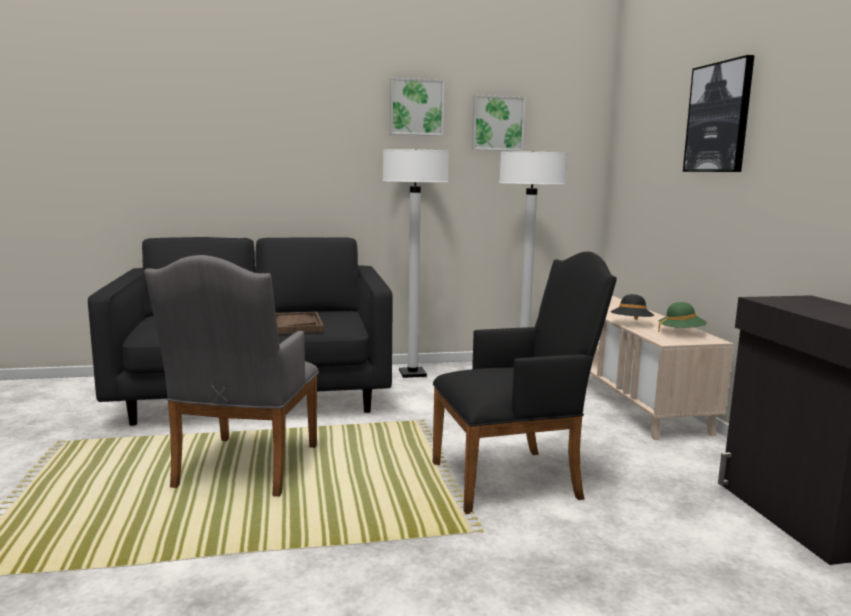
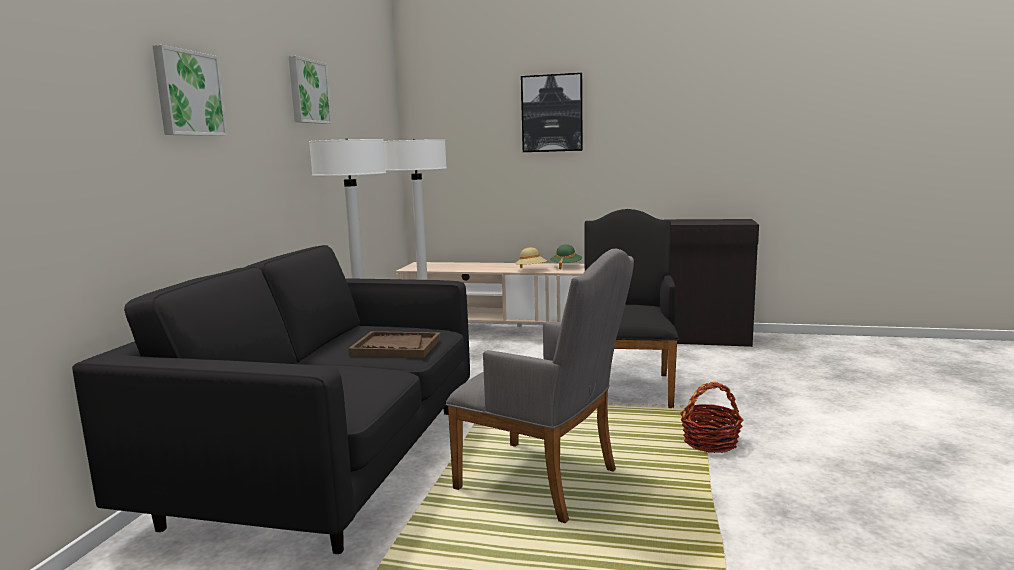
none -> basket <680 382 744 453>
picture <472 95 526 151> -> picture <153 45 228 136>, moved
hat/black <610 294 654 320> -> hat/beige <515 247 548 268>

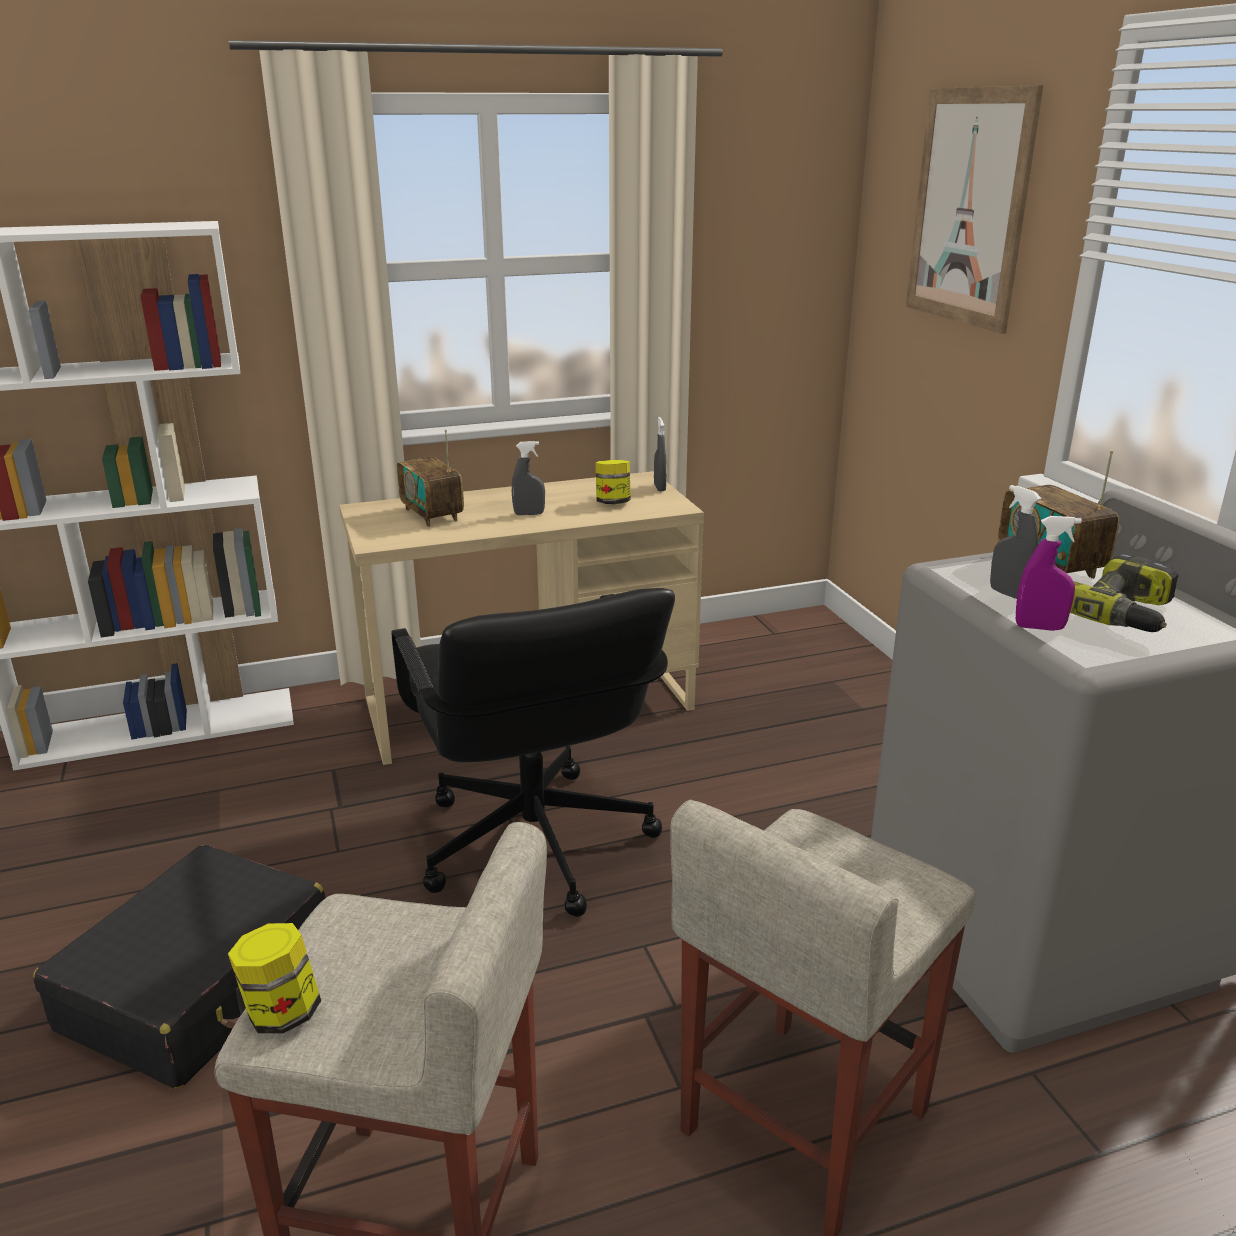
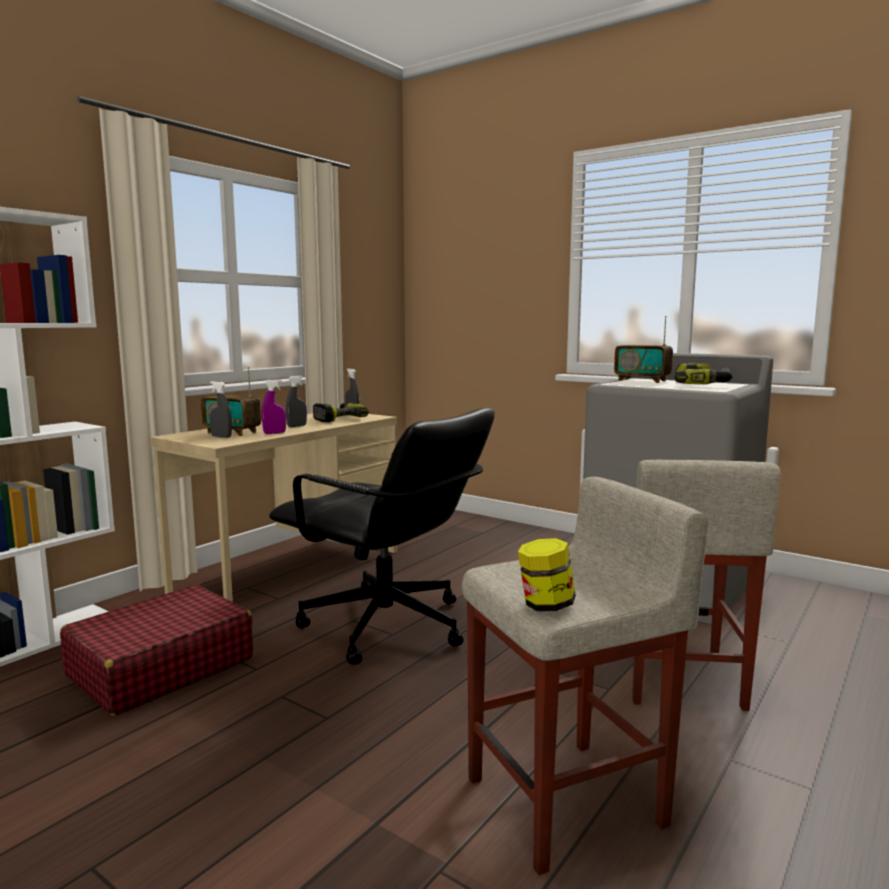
suitcase/black <33 845 326 1089> -> none
picture <906 85 1043 334> -> none
none -> suitcase/red <60 585 253 716>
spray bottle/grey <990 485 1042 599> -> spray bottle/grey <209 381 232 438>, moved
spray bottle/purple <1016 516 1082 631> -> spray bottle/purple <262 379 286 434>, moved
jar <595 460 631 504> -> power drill <313 403 369 422>

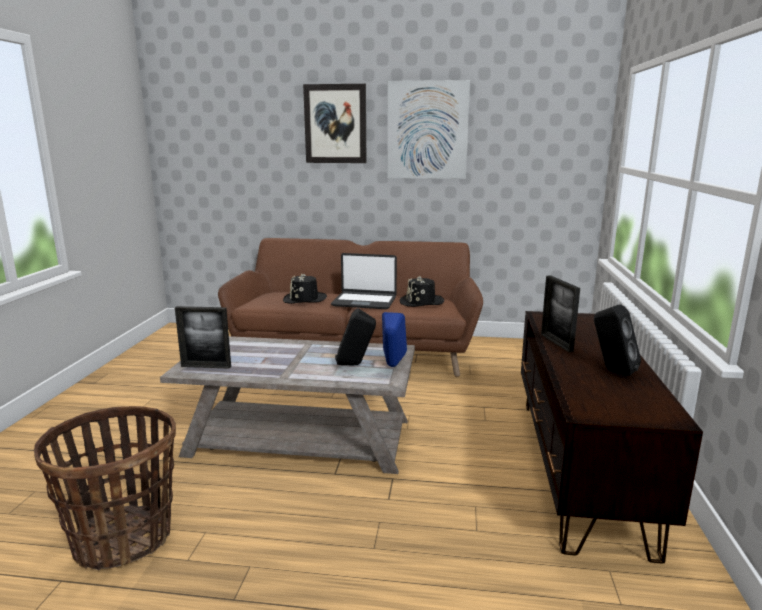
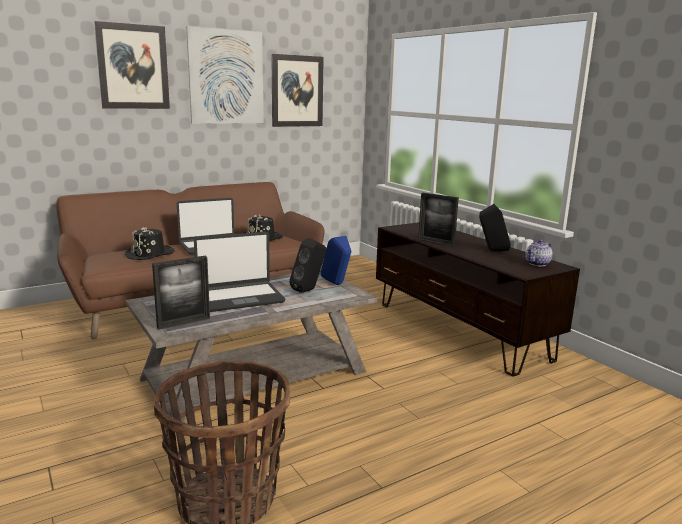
none -> laptop <194 232 285 312>
none -> picture <271 54 324 127>
none -> teapot <525 239 553 266>

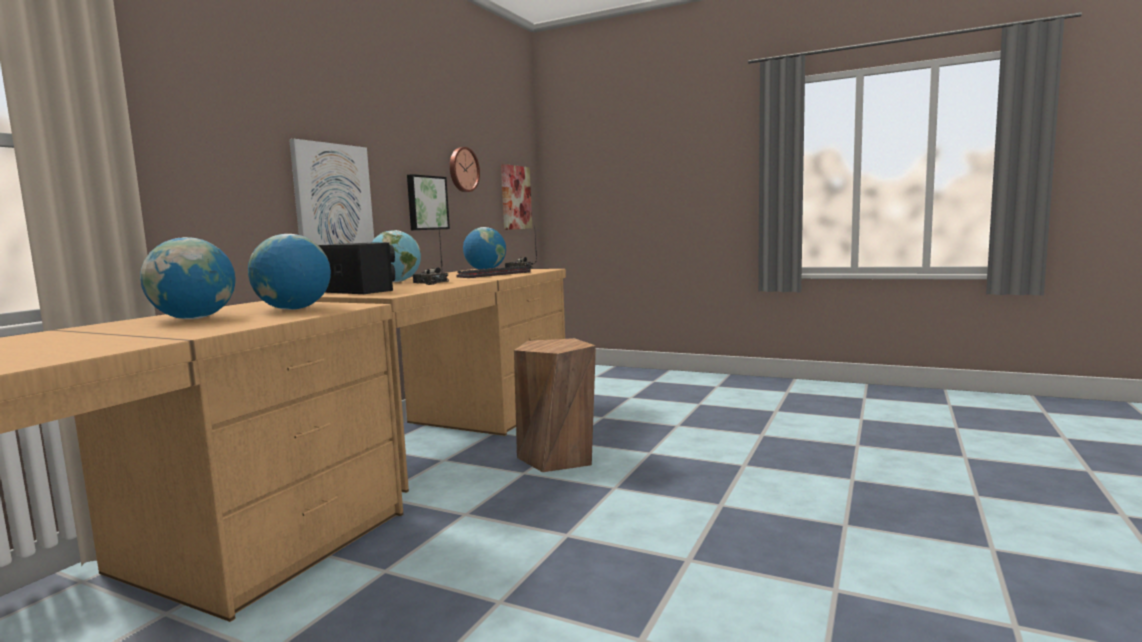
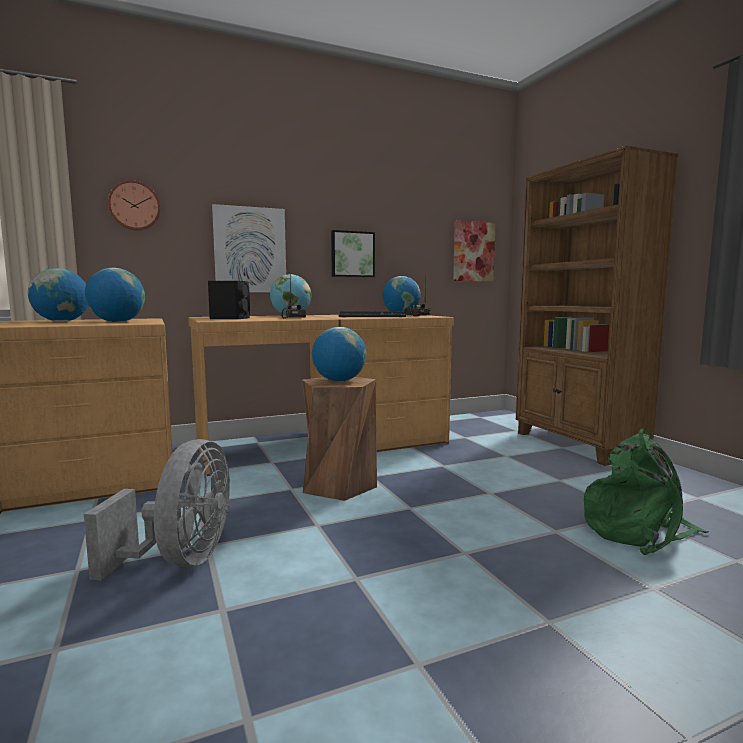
none -> fan/grey <84 439 230 580>
none -> globe <312 327 367 381>
none -> bookcase/brown <516 146 678 466>
none -> backpack/green <584 428 708 555>
wall clock <450 147 480 192> -> wall clock <108 180 160 231>, moved

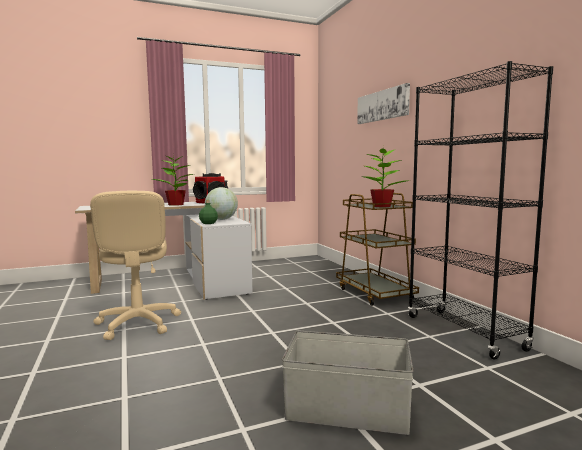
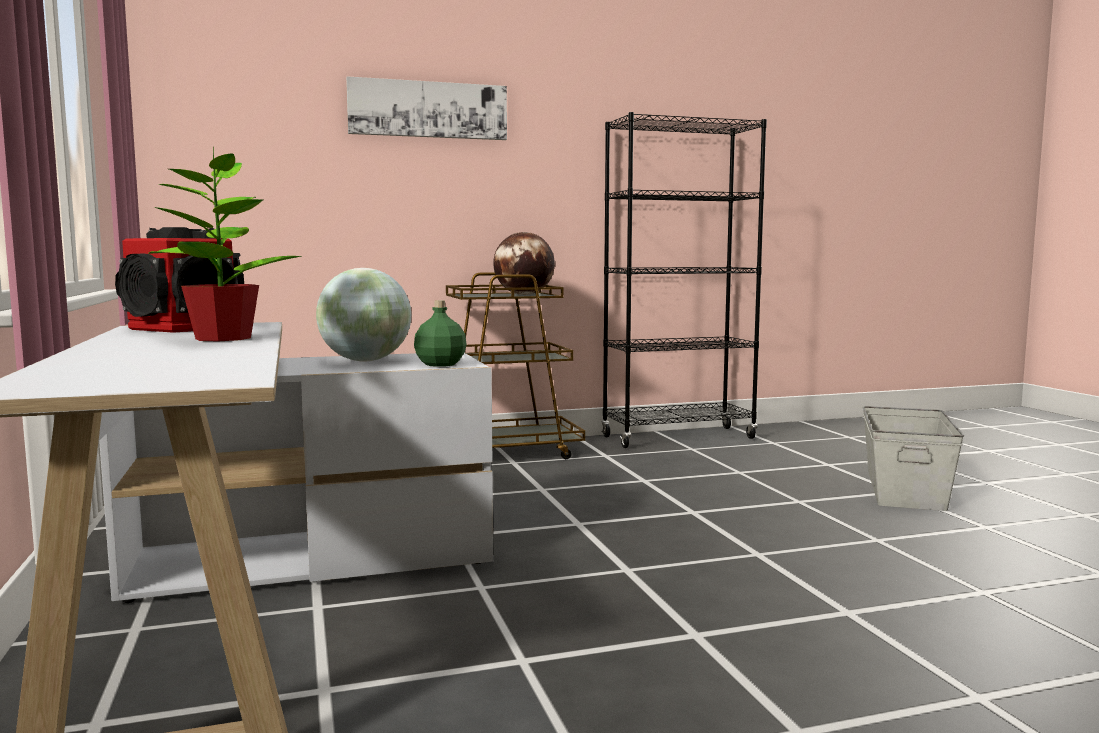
office chair/beige <90 191 181 340> -> none
potted plant <361 148 410 207> -> globe <493 232 555 295>

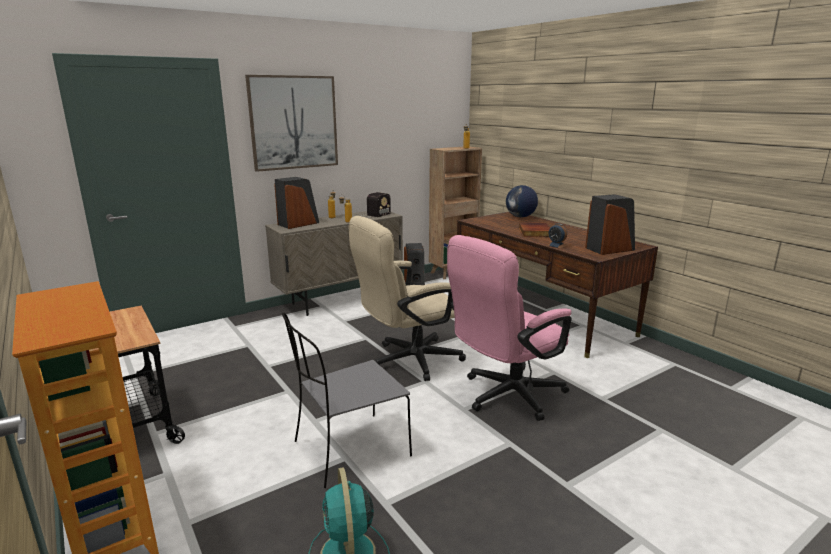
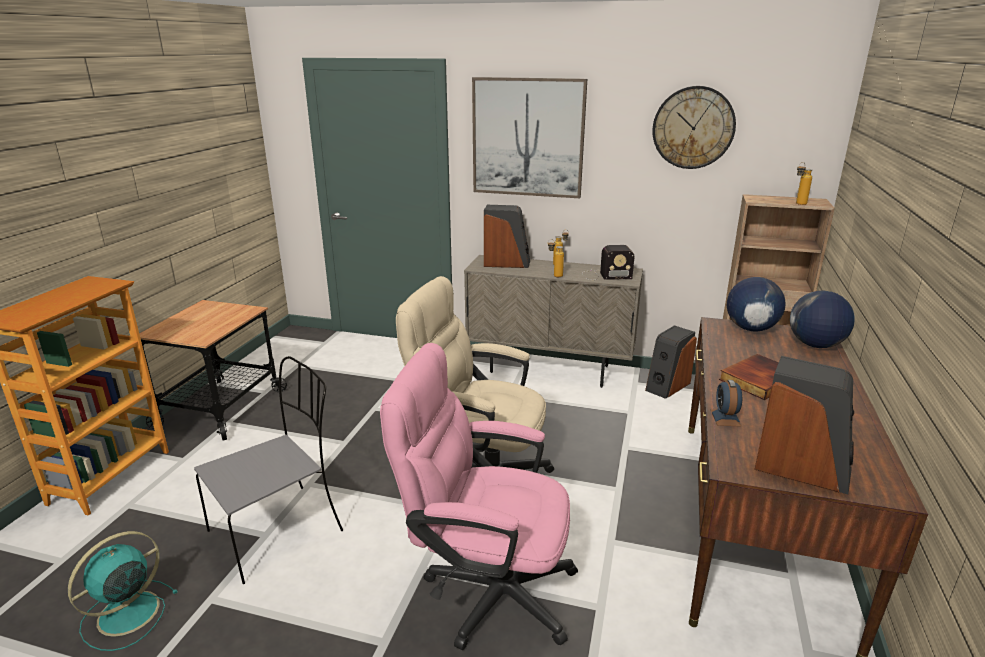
none -> wall clock <652 86 736 169>
none -> globe <727 277 786 331>
chair/grey <282 312 412 488> -> chair/grey <194 356 343 584>, 120 degrees clockwise

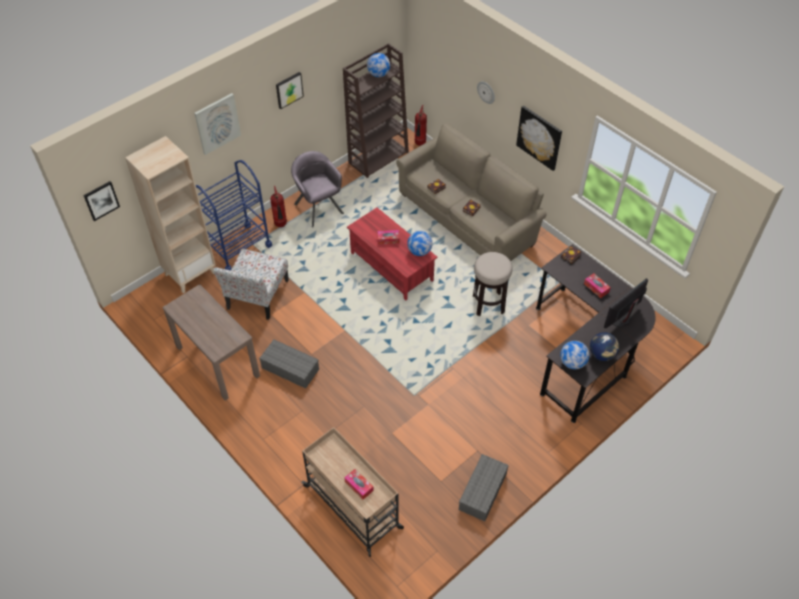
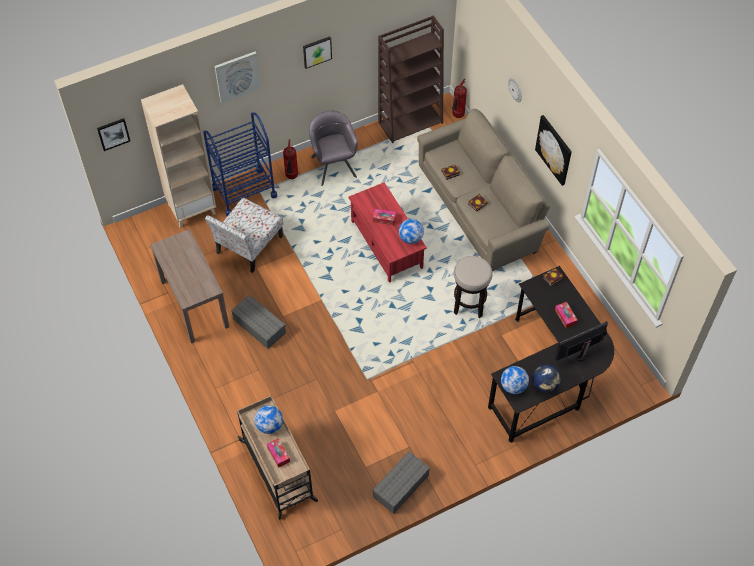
globe <367 53 390 77> -> globe <255 405 283 434>, moved

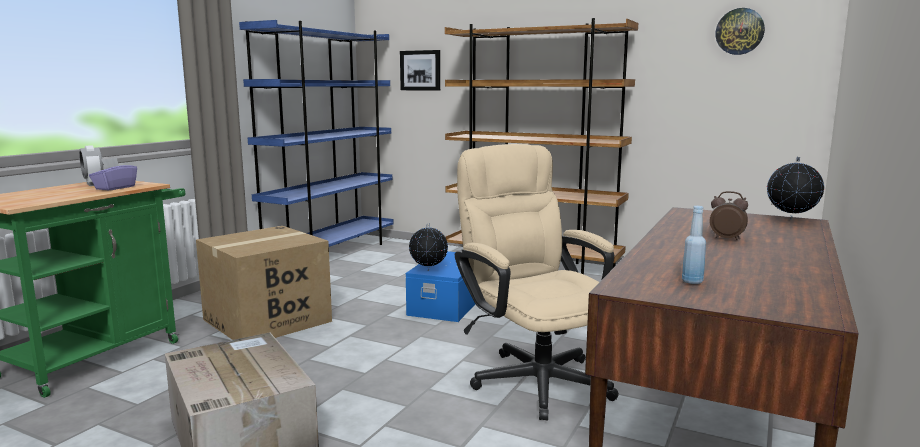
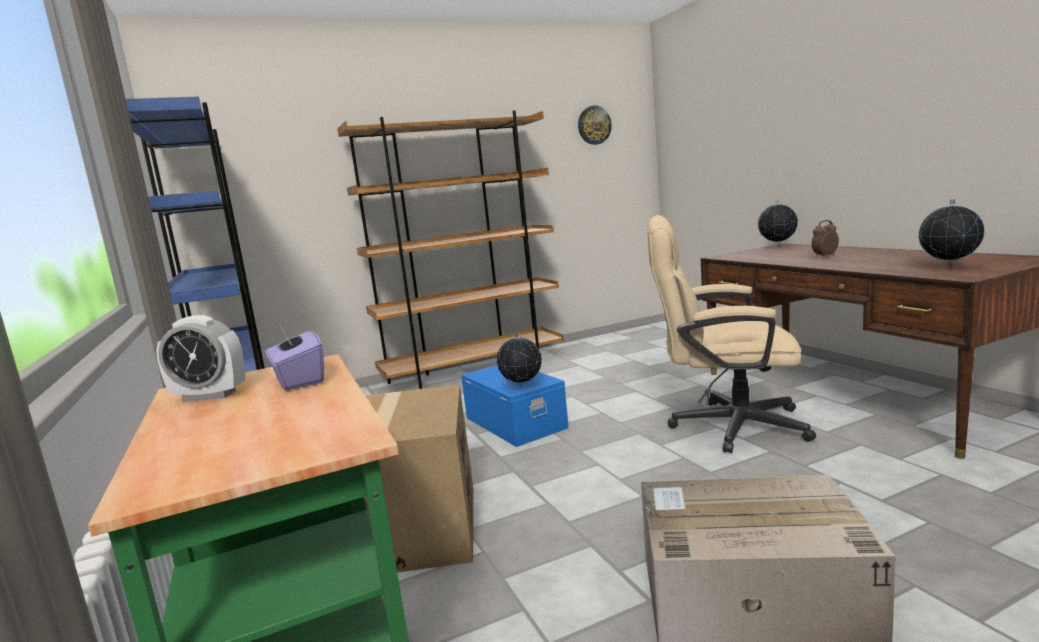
picture <400 50 440 91> -> none
bottle/blue <682 206 706 284> -> globe <919 199 984 267>

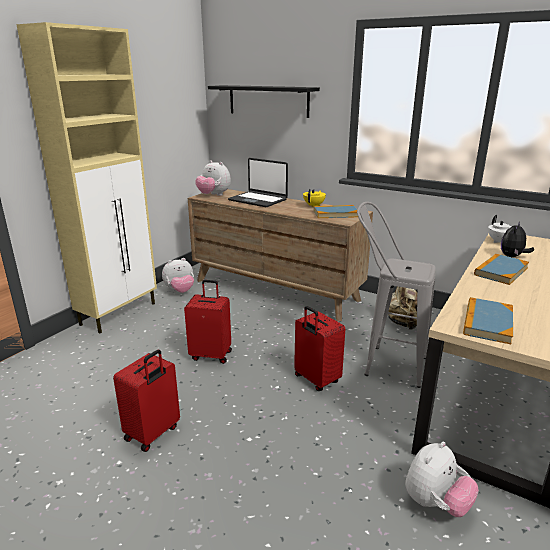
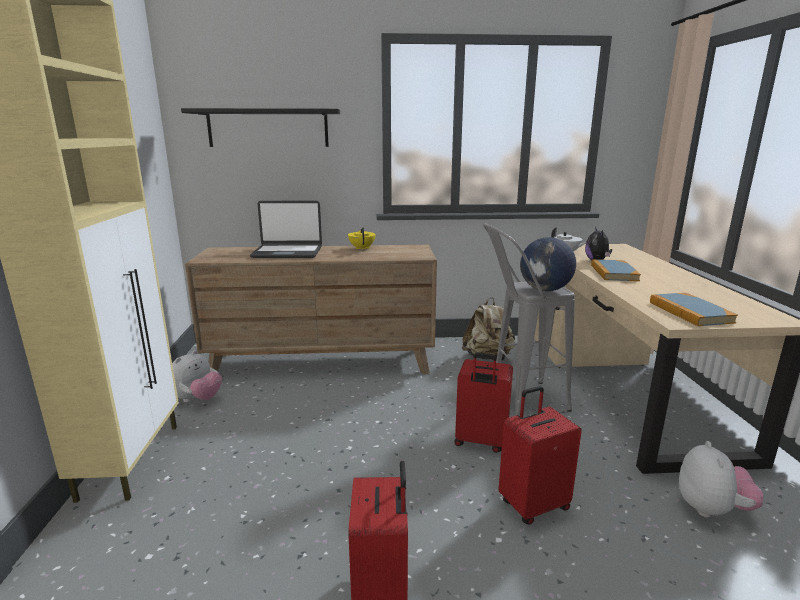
plush toy <195 160 231 196> -> none
book <314 205 358 218> -> none
none -> globe <520 237 576 291>
suitcase/red <184 280 232 364> -> suitcase/red <498 386 582 525>, moved

